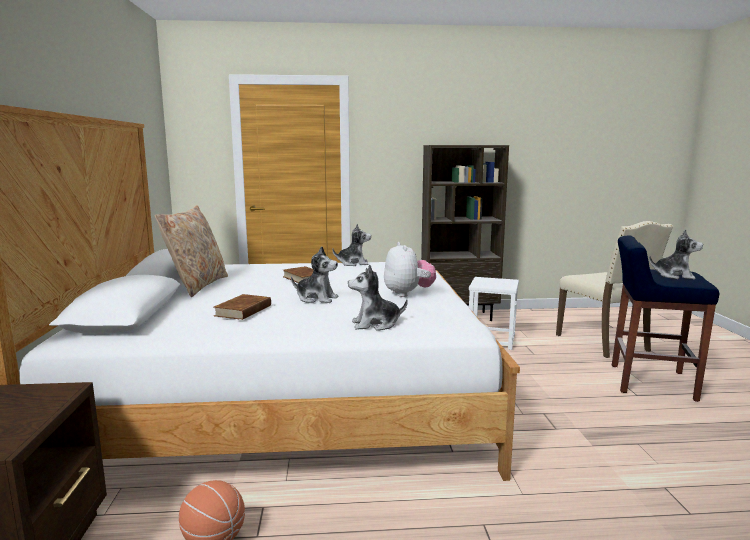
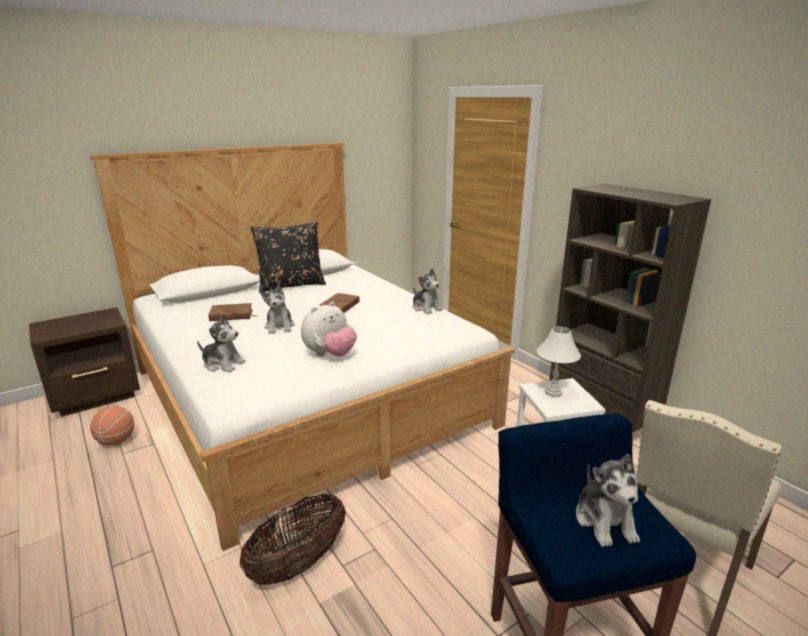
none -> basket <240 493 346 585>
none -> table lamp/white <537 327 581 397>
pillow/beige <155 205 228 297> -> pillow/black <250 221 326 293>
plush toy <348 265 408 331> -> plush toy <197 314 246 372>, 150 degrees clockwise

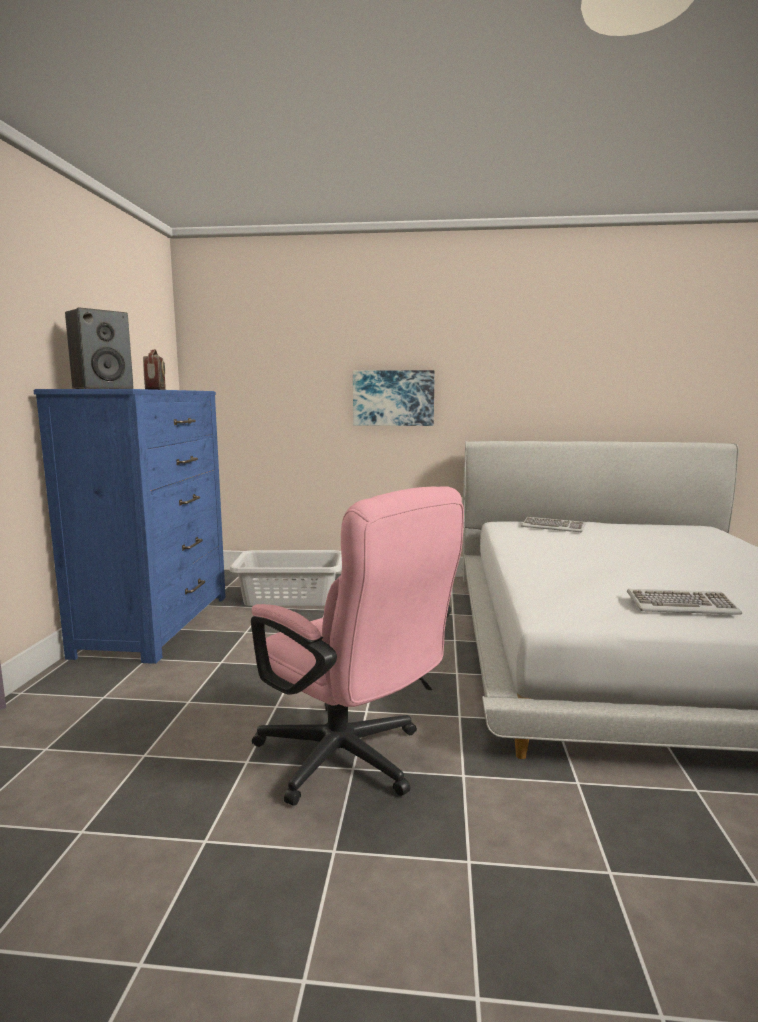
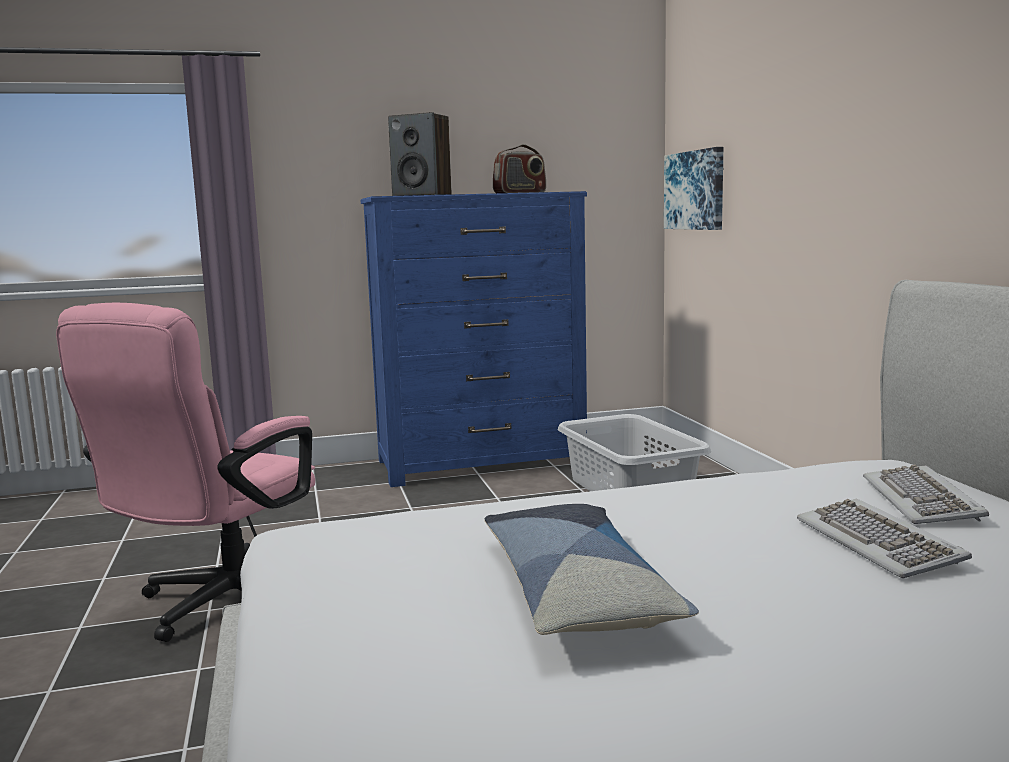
none -> pillow <485 504 699 635>
picture <353 370 435 426> -> picture <664 147 723 230>, moved
keyboard <627 589 742 615> -> keyboard <797 499 972 578>, moved

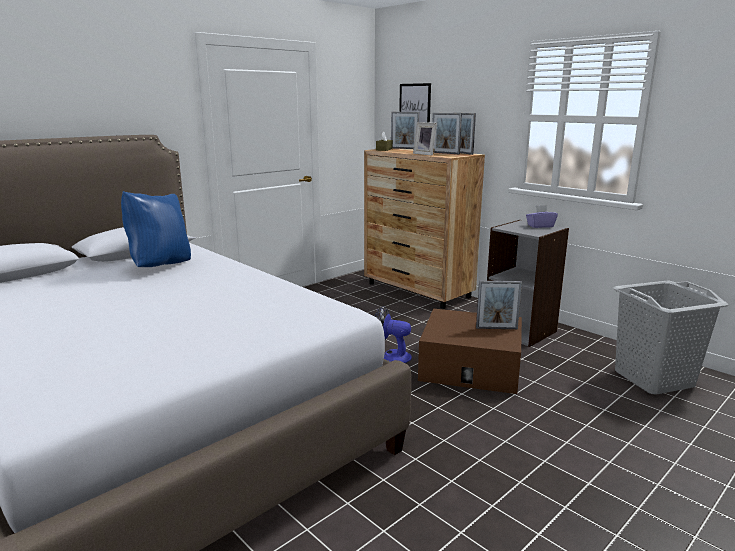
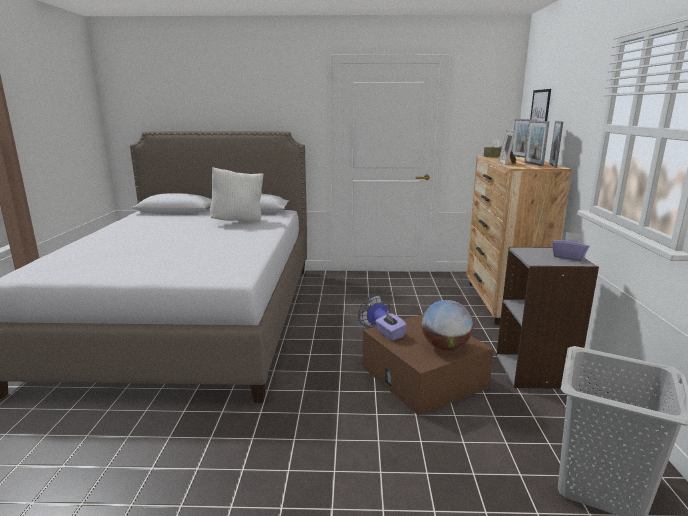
none -> tissue box/purple <375 312 407 340>
picture frame <476 281 522 329> -> globe <422 300 473 351>
pillow/blue <121 191 191 267> -> pillow/white <210 167 263 222>

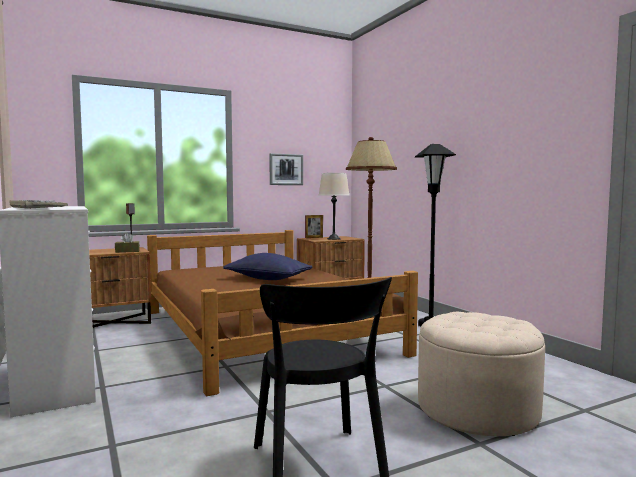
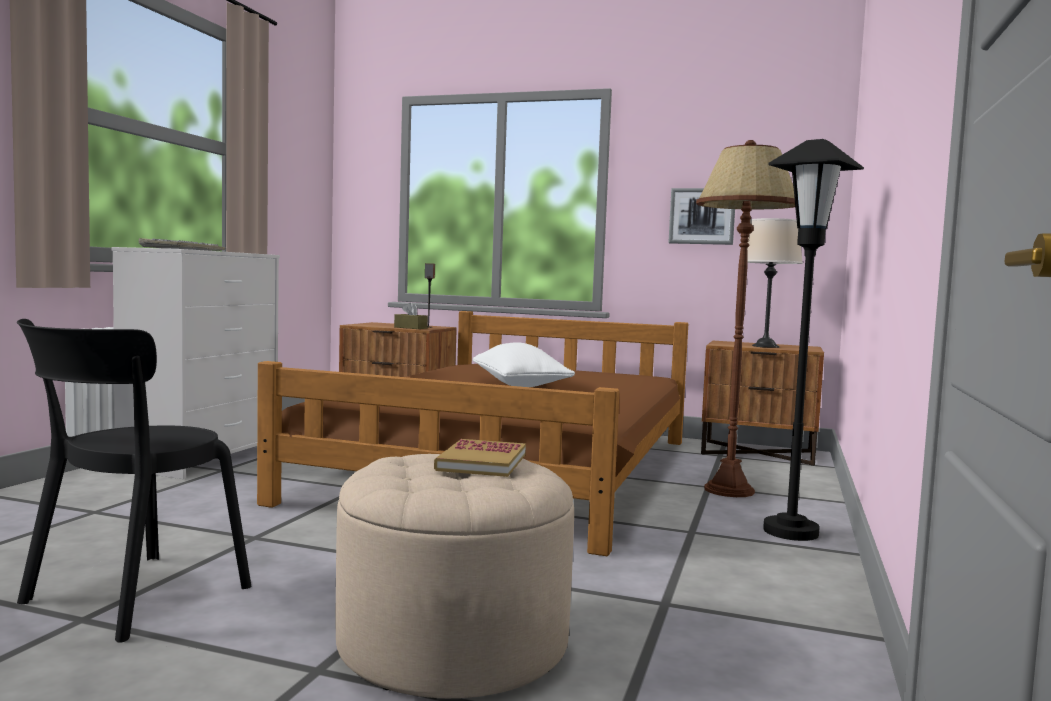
picture frame <305 215 323 238> -> none
none -> book <434 439 526 477>
pillow/blue <223 253 313 280> -> pillow/white <473 342 575 387>

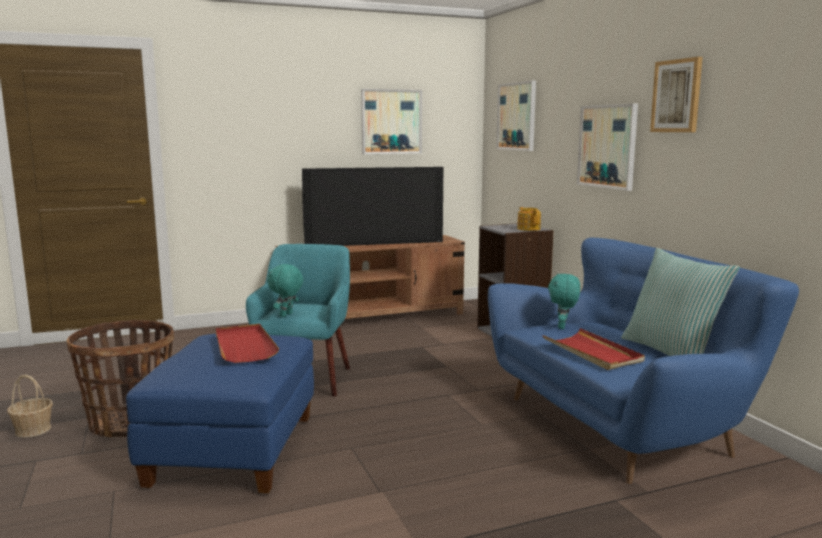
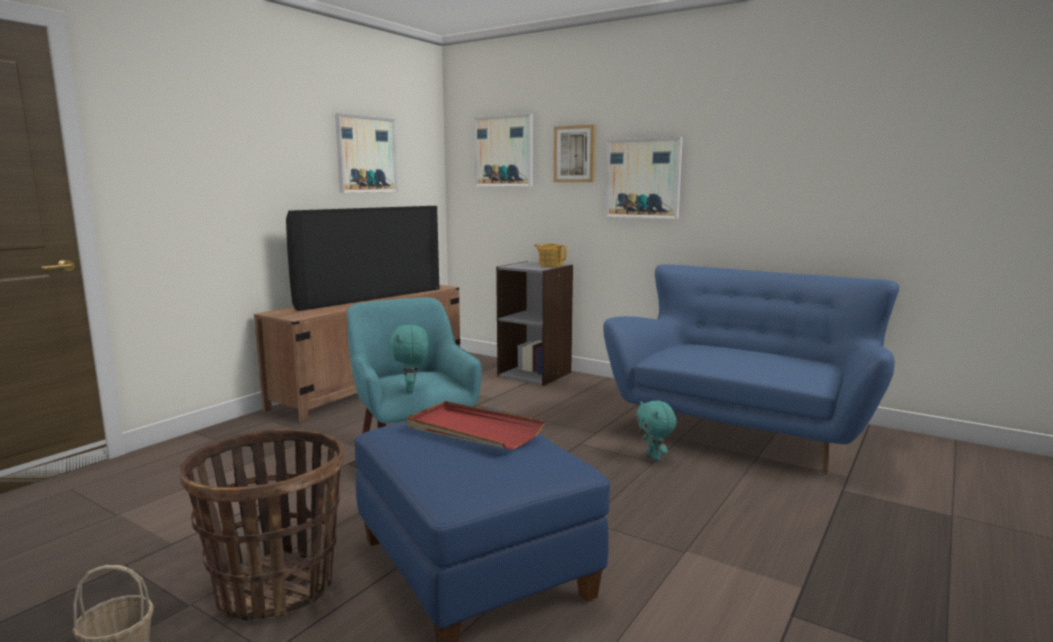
tray/red <542 328 645 370> -> none
pillow <621 248 740 356> -> none
plush toy/turquoise <548 274 580 329> -> plush toy/turquoise <636 400 677 461>, moved
picture <650 57 703 132> -> picture <554 125 596 182>, moved

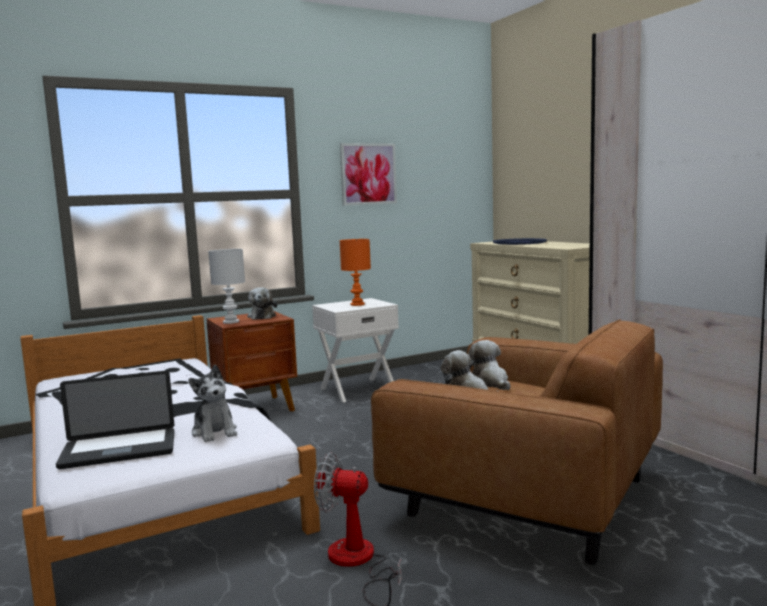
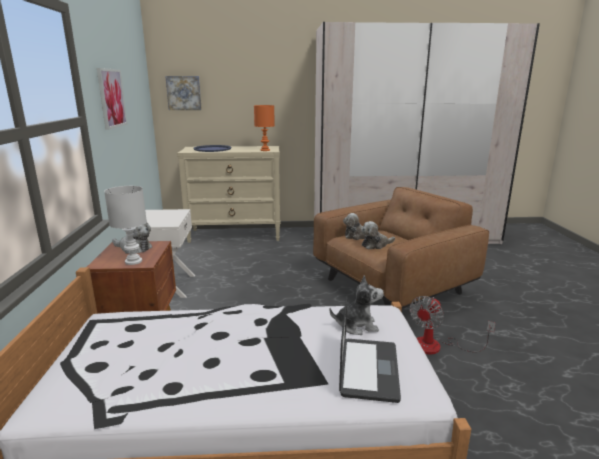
none -> picture <165 76 202 110>
table lamp/orange <340 239 371 306> -> table lamp/orange <254 105 275 151>, moved

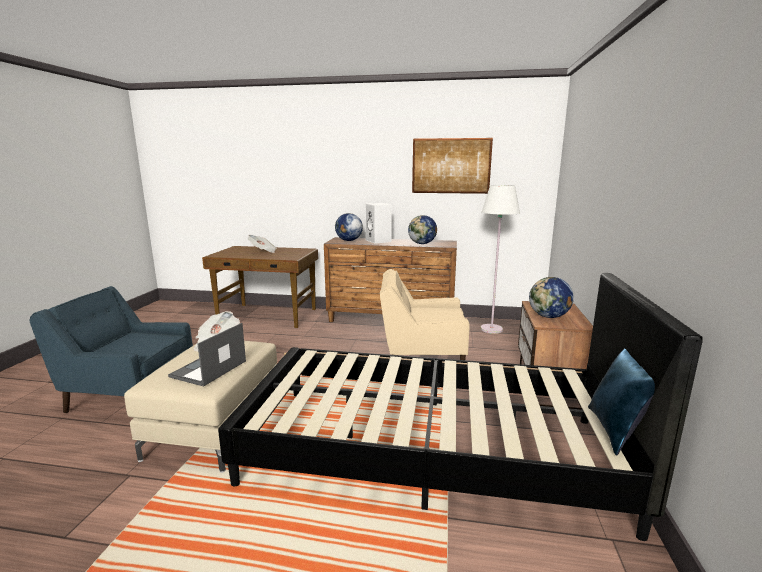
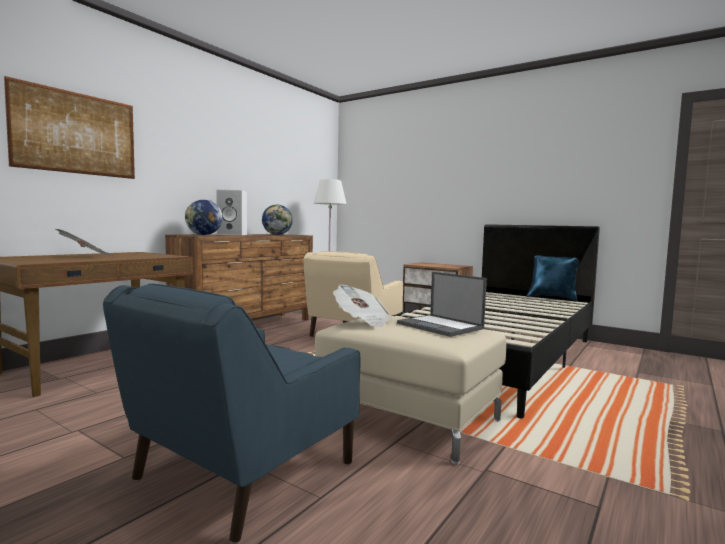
globe <529 277 574 318> -> none
picture <412 138 493 194> -> picture <4 76 135 179>, moved

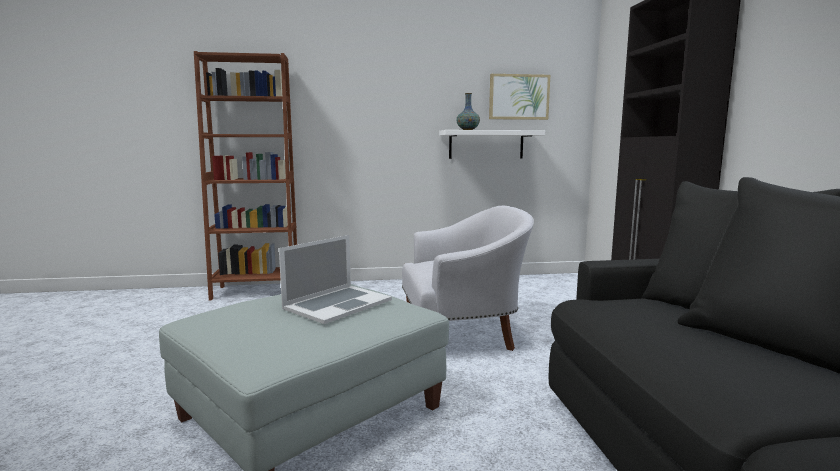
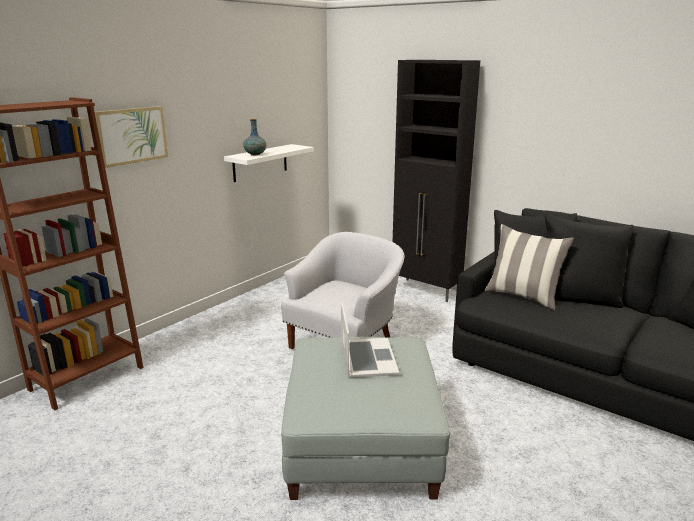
none -> pillow <485 224 574 311>
picture <489 74 550 120> -> picture <95 106 168 168>, moved

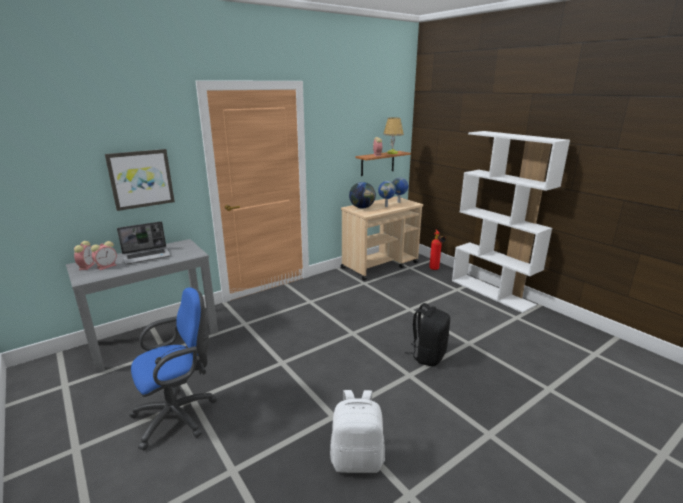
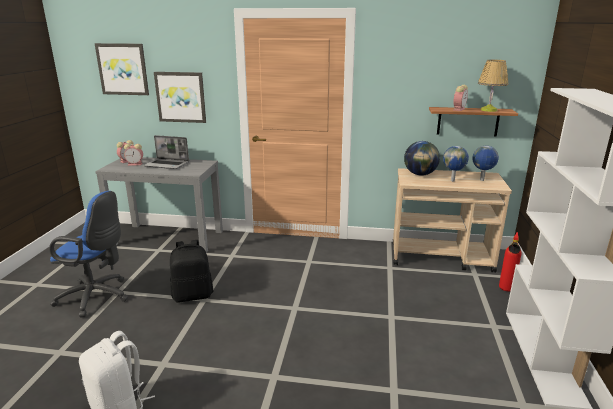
none -> picture <95 43 149 95>
backpack/black <405 303 450 366> -> backpack/black <170 240 214 303>, moved

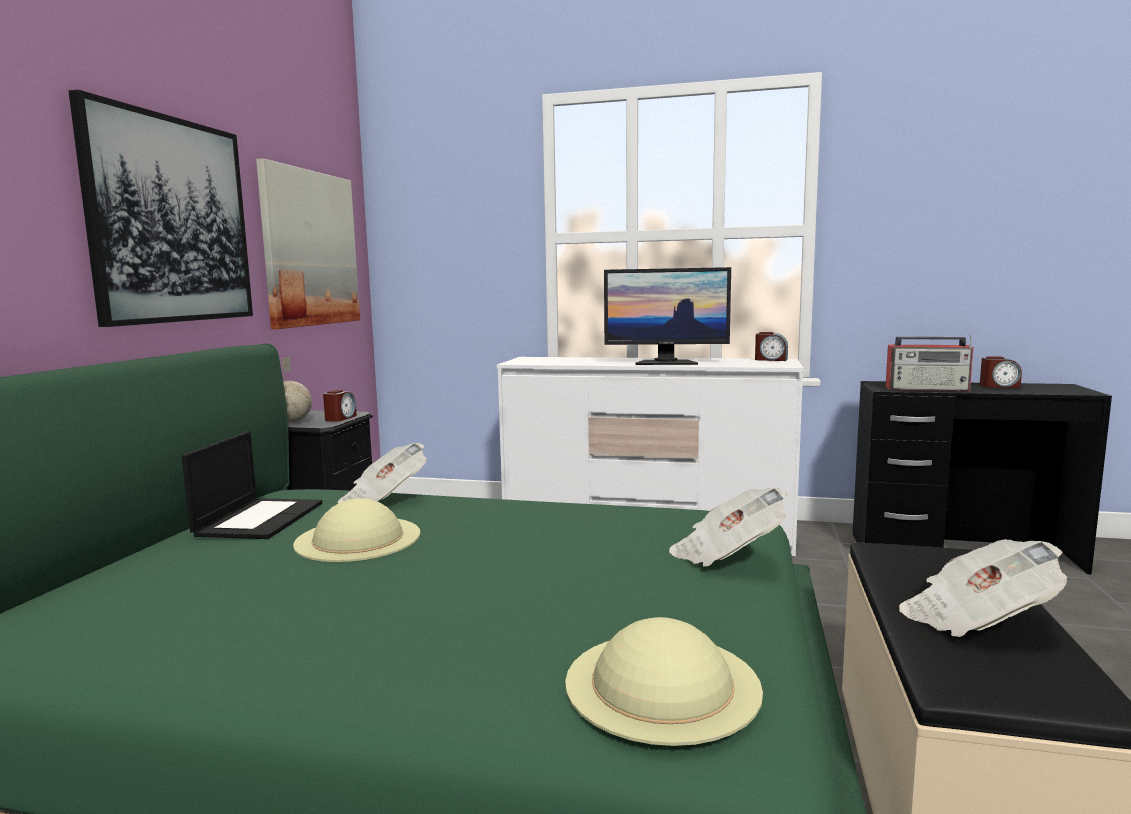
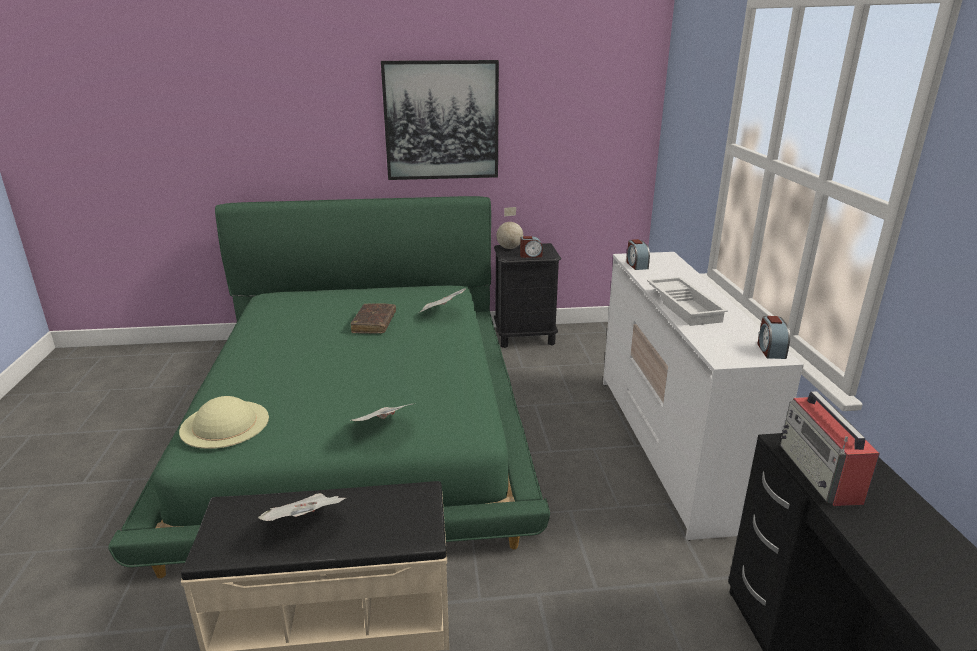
laptop <182 431 322 539> -> none
picture <256 158 360 329> -> none
alarm clock <980 357 1022 388> -> alarm clock <626 239 650 270>, moved
hat/beige <293 498 420 562> -> book/brown <350 304 396 334>
monitor <604 267 731 365> -> tray/white <647 277 728 326>

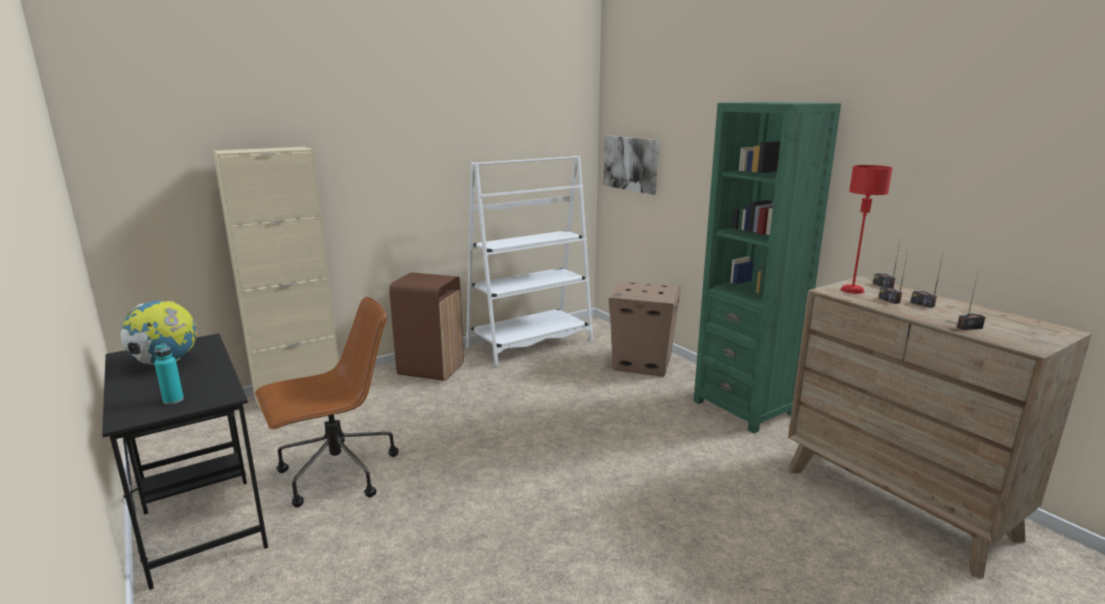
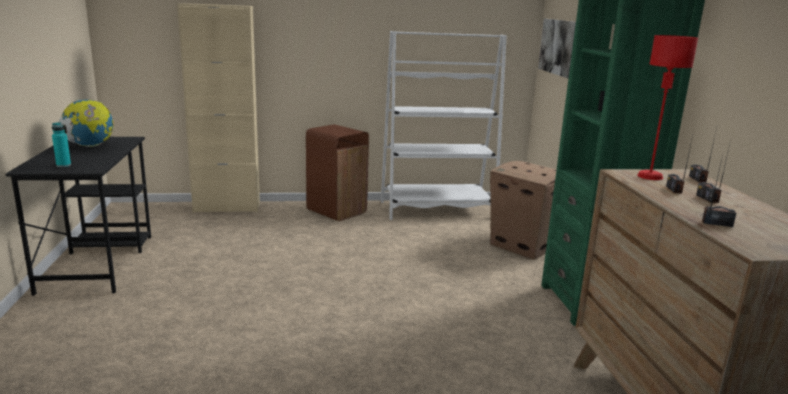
office chair/brown <255 297 399 508> -> none

